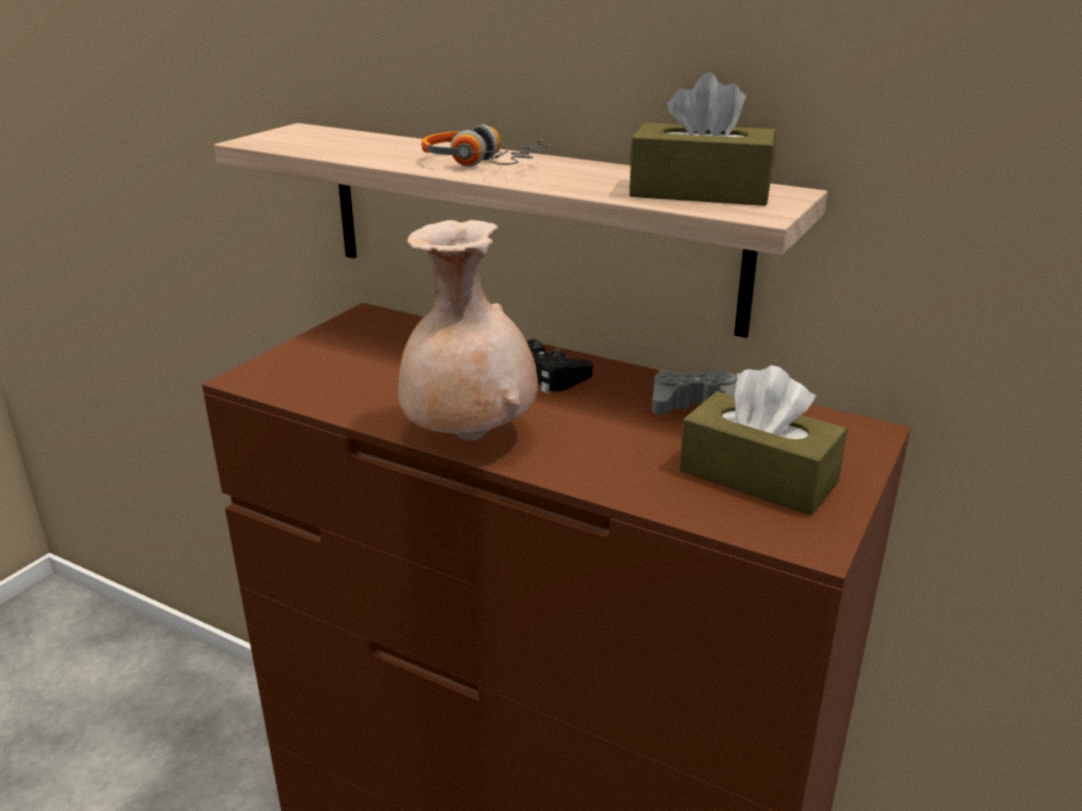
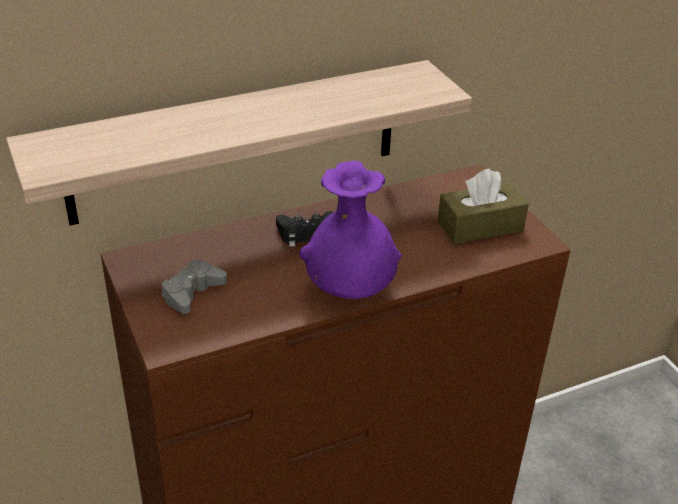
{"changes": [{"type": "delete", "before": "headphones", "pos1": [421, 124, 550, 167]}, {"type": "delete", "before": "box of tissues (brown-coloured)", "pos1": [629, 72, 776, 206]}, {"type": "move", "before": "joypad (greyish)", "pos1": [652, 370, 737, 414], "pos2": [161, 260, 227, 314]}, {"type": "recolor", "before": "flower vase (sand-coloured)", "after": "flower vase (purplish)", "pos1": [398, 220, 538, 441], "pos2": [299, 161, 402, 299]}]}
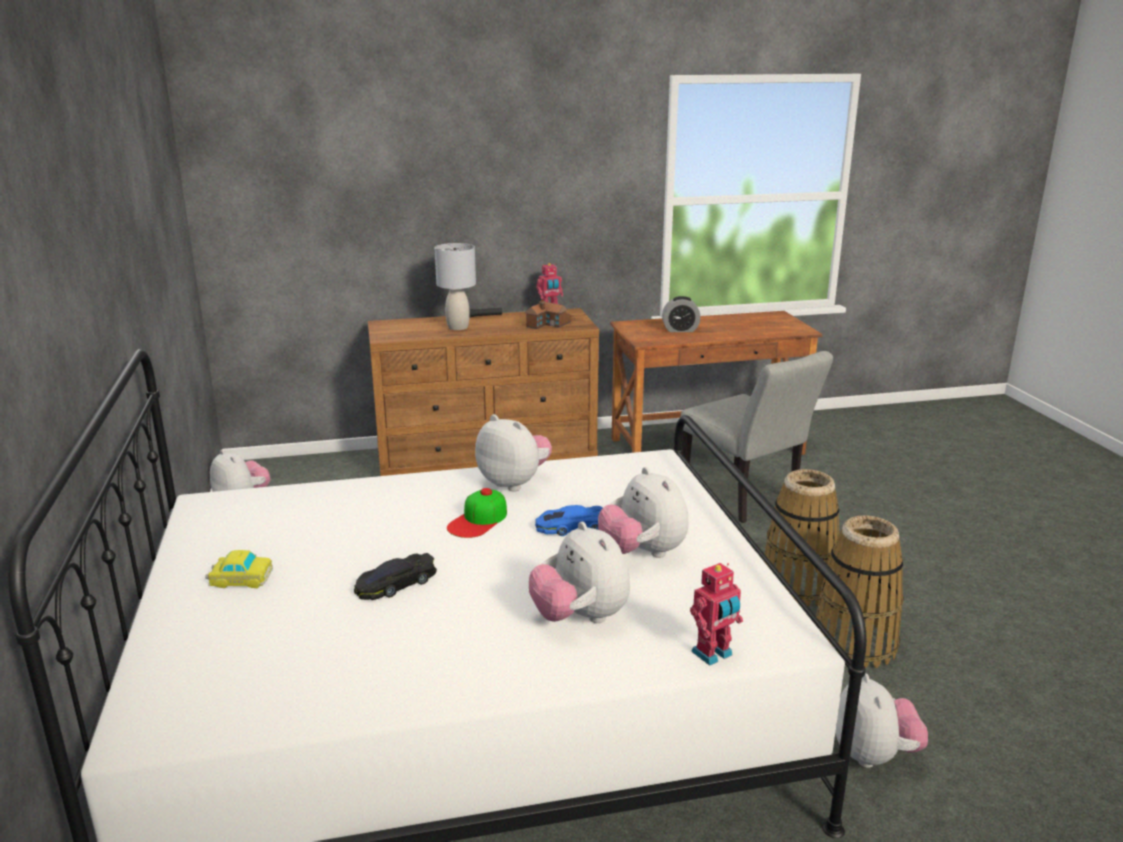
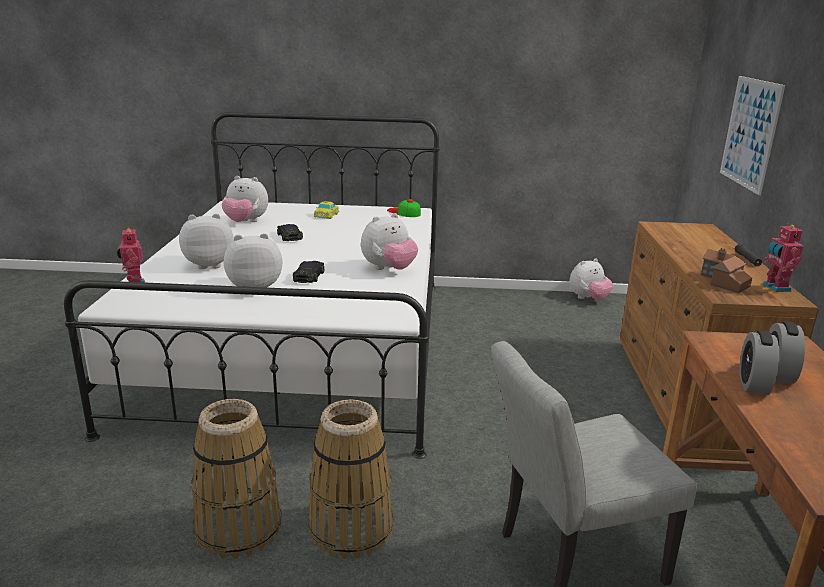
{"changes": [{"type": "delete", "before": "lamp for a table (greyish)", "pos1": [435, 243, 476, 330]}, {"type": "insert", "after": "wall art", "pos2": [720, 76, 785, 195]}, {"type": "insert", "after": "alarm clock", "pos2": [739, 330, 779, 395]}, {"type": "move", "before": "baseball cap", "pos1": [447, 488, 507, 538], "pos2": [387, 199, 421, 217]}, {"type": "move", "before": "cuddly toy", "pos1": [836, 673, 928, 768], "pos2": [222, 176, 268, 222]}, {"type": "recolor", "before": "model car (bluish)", "after": "model car (blackish)", "pos1": [535, 505, 602, 536], "pos2": [293, 261, 324, 283]}]}
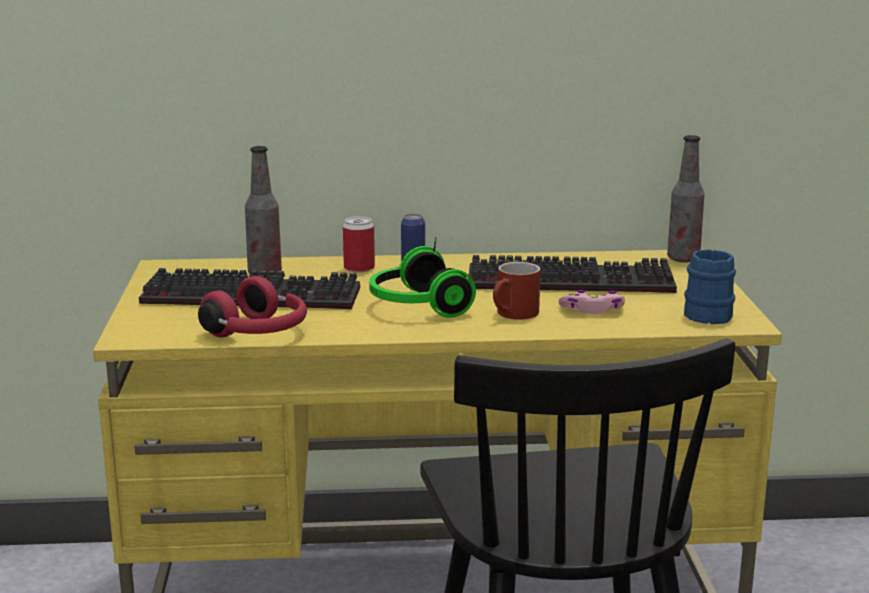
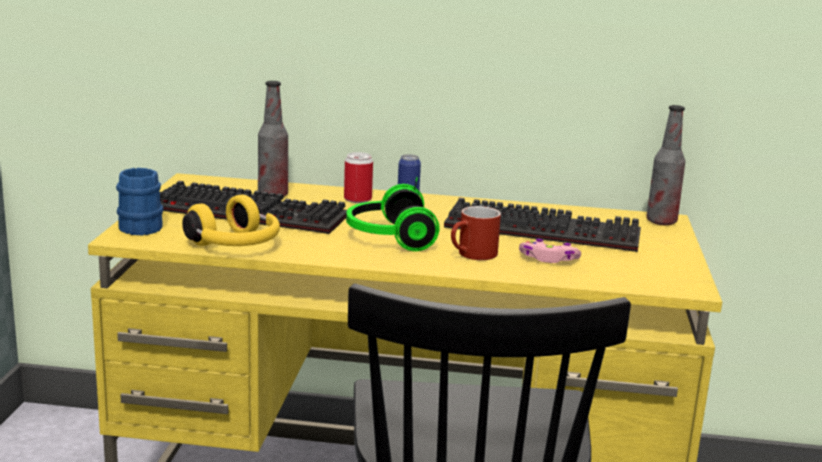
{"changes": [{"type": "move", "before": "coffee mug (bluish)", "pos1": [684, 249, 736, 324], "pos2": [116, 168, 163, 235]}, {"type": "recolor", "before": "headphones (reddish)", "after": "headphones (yellowish)", "pos1": [198, 276, 307, 337], "pos2": [182, 195, 280, 246]}]}
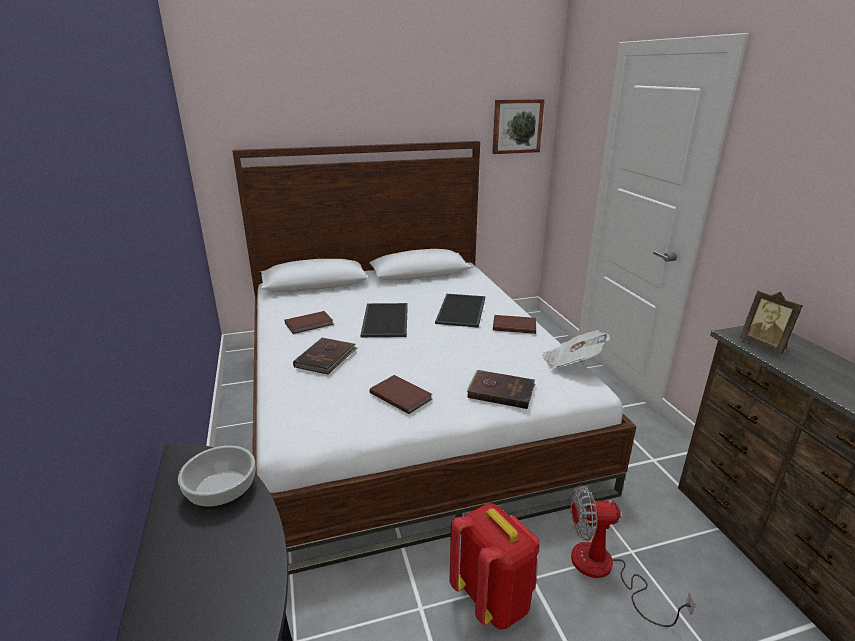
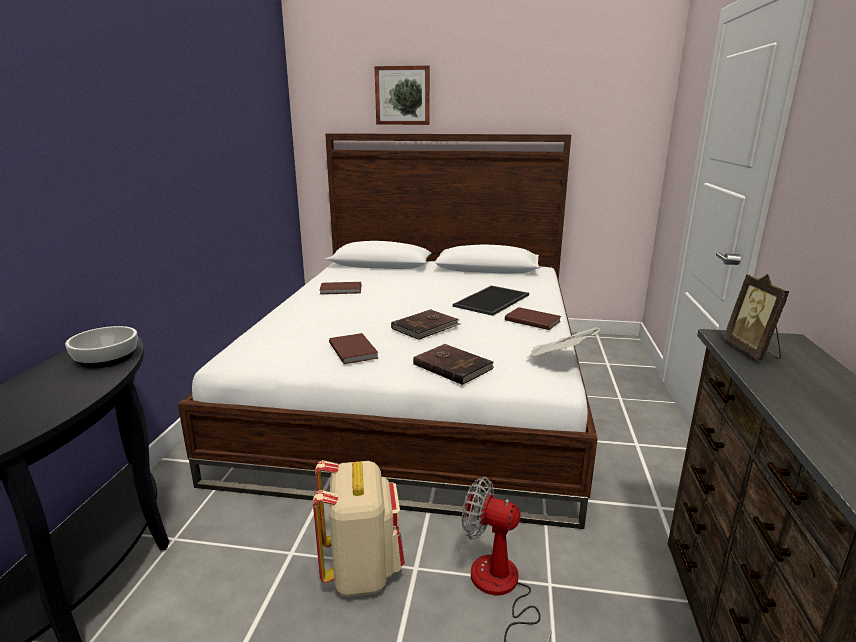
{"changes": [{"type": "delete", "before": "carrying tray", "pos1": [361, 303, 408, 337]}, {"type": "move", "before": "volume (brown-coloured)", "pos1": [293, 337, 357, 375], "pos2": [391, 309, 460, 340]}, {"type": "move", "before": "wall art", "pos1": [492, 99, 545, 154], "pos2": [375, 65, 430, 125]}, {"type": "recolor", "before": "knapsack (reddish)", "after": "knapsack (sand-coloured)", "pos1": [450, 503, 540, 630], "pos2": [313, 460, 405, 597]}]}
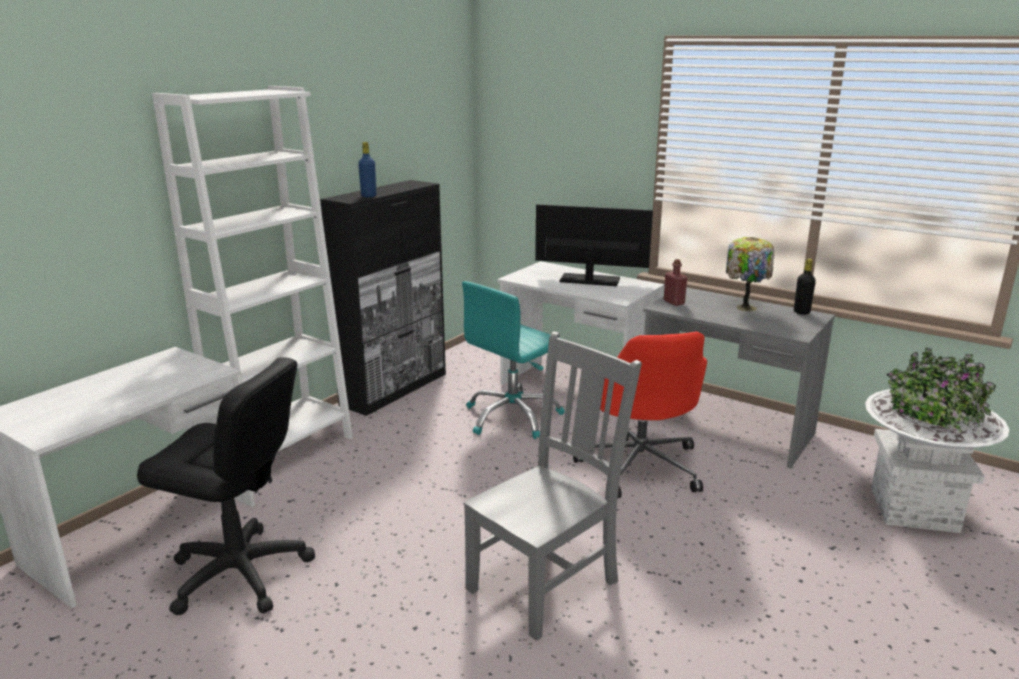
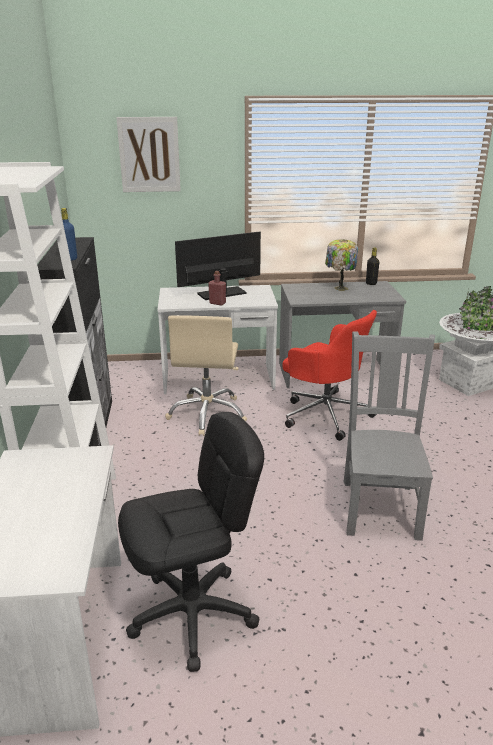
{"changes": [{"type": "insert", "after": "wall art", "pos2": [116, 117, 181, 192]}, {"type": "move", "before": "bottle (reddish)", "pos1": [664, 259, 687, 306], "pos2": [208, 271, 226, 306]}, {"type": "recolor", "before": "desk chair (turquoise-coloured)", "after": "desk chair (sand-coloured)", "pos1": [462, 281, 565, 439], "pos2": [165, 315, 247, 436]}]}
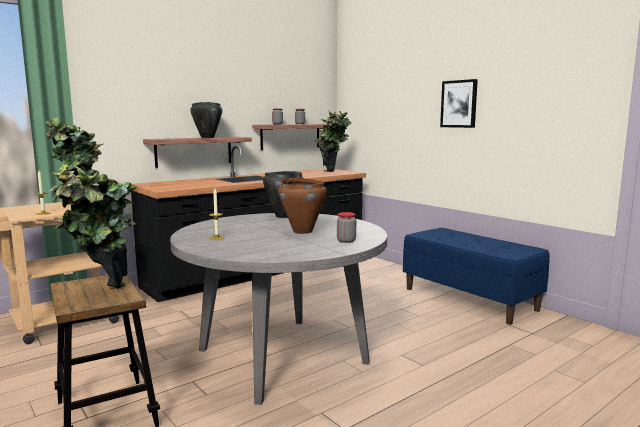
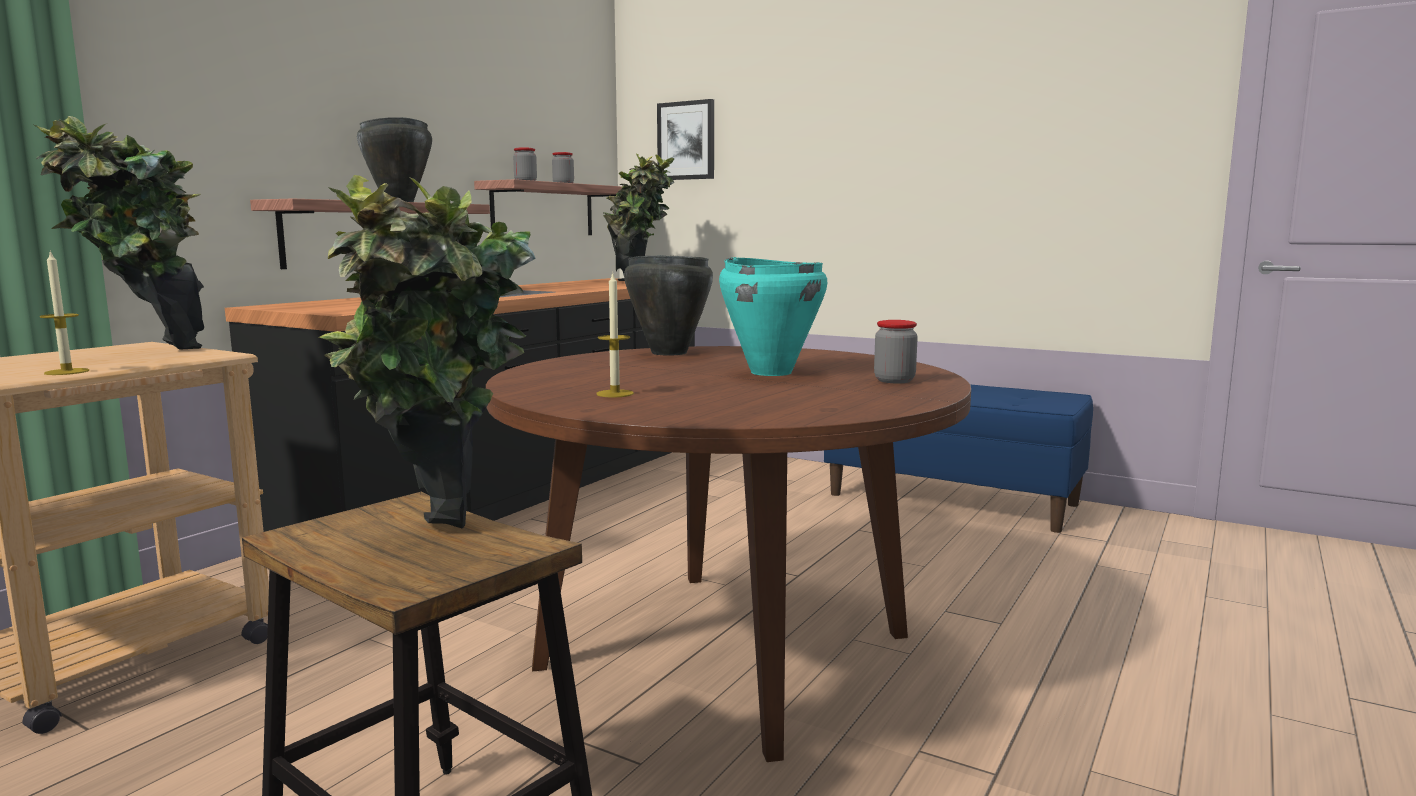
{"changes": [{"type": "move", "before": "wall art", "pos1": [440, 79, 478, 128], "pos2": [657, 99, 714, 180]}, {"type": "recolor", "before": "dinner table (greyish)", "after": "dinner table (brown-coloured)", "pos1": [170, 213, 387, 405], "pos2": [486, 346, 971, 762]}, {"type": "recolor", "before": "stockpot (brown-coloured)", "after": "stockpot (turquoise-coloured)", "pos1": [279, 178, 327, 234], "pos2": [719, 257, 827, 376]}]}
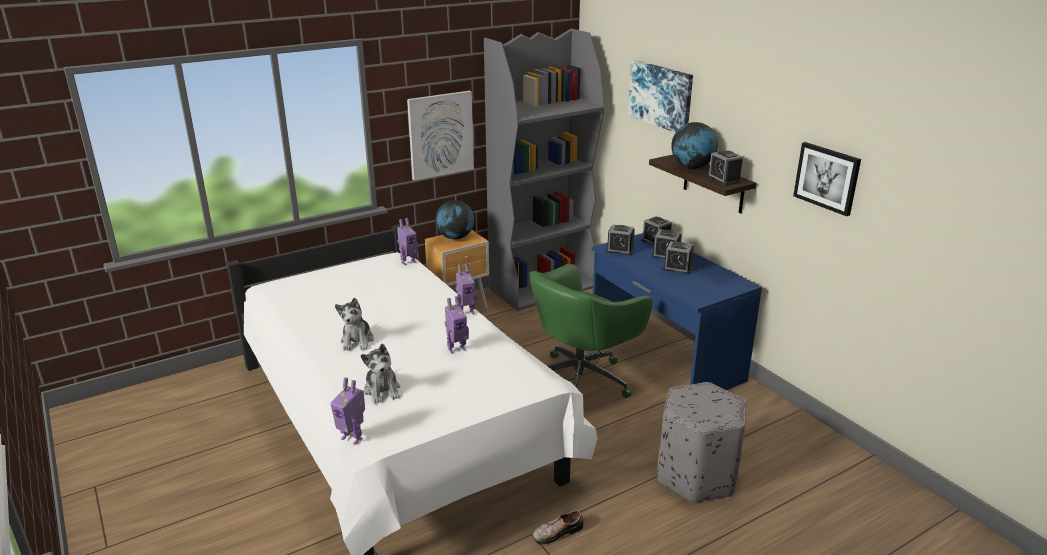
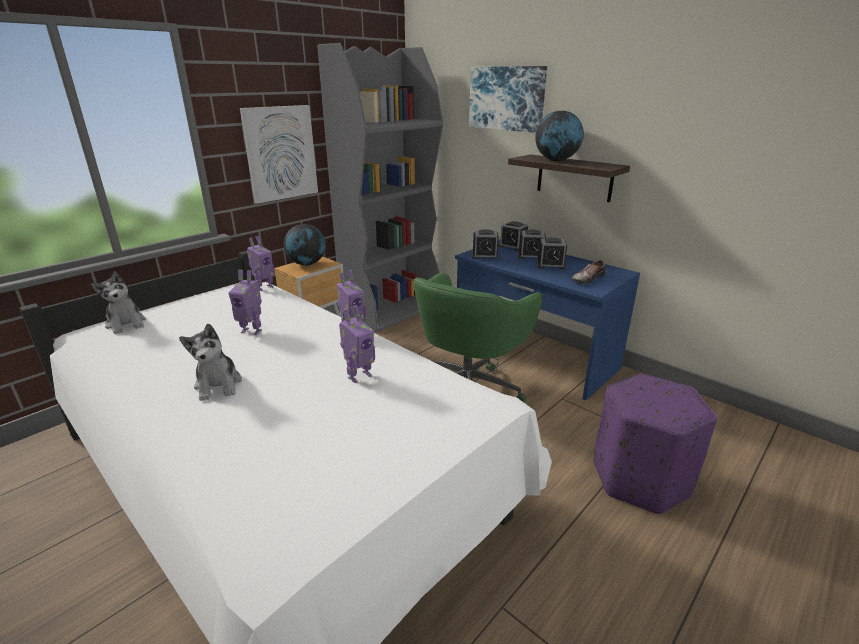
{"changes": [{"type": "delete", "before": "alarm clock", "pos1": [708, 150, 743, 185]}, {"type": "delete", "before": "wall art", "pos1": [793, 142, 861, 216]}, {"type": "move", "before": "toy robot", "pos1": [330, 378, 365, 445], "pos2": [229, 270, 262, 335]}, {"type": "move", "before": "cuddly toy", "pos1": [361, 343, 400, 404], "pos2": [91, 271, 146, 334]}, {"type": "move", "before": "item of footwear", "pos1": [533, 510, 583, 545], "pos2": [571, 260, 606, 284]}, {"type": "recolor", "before": "footrest (greyish)", "after": "footrest (purplish)", "pos1": [658, 382, 747, 503], "pos2": [594, 373, 717, 515]}]}
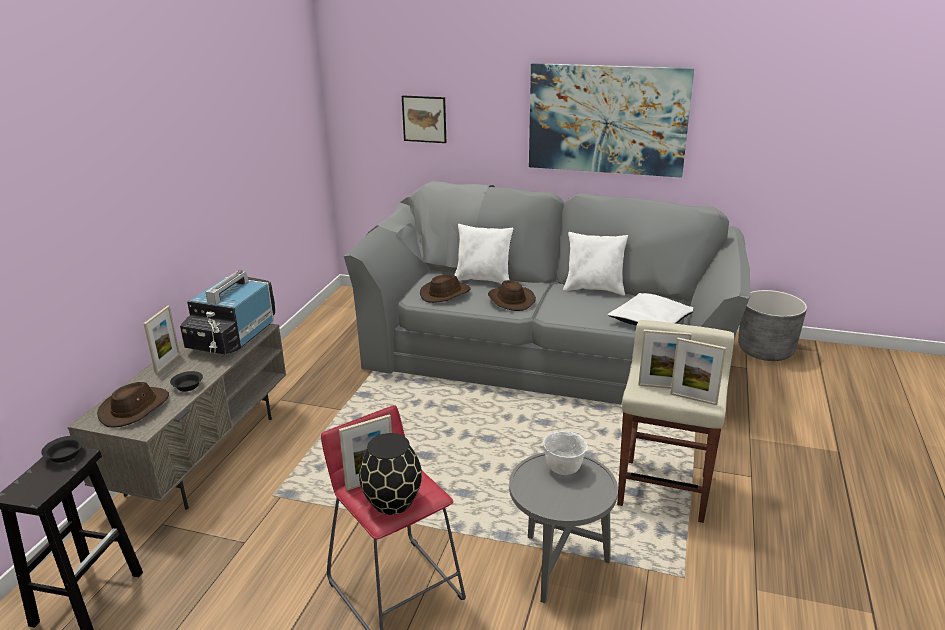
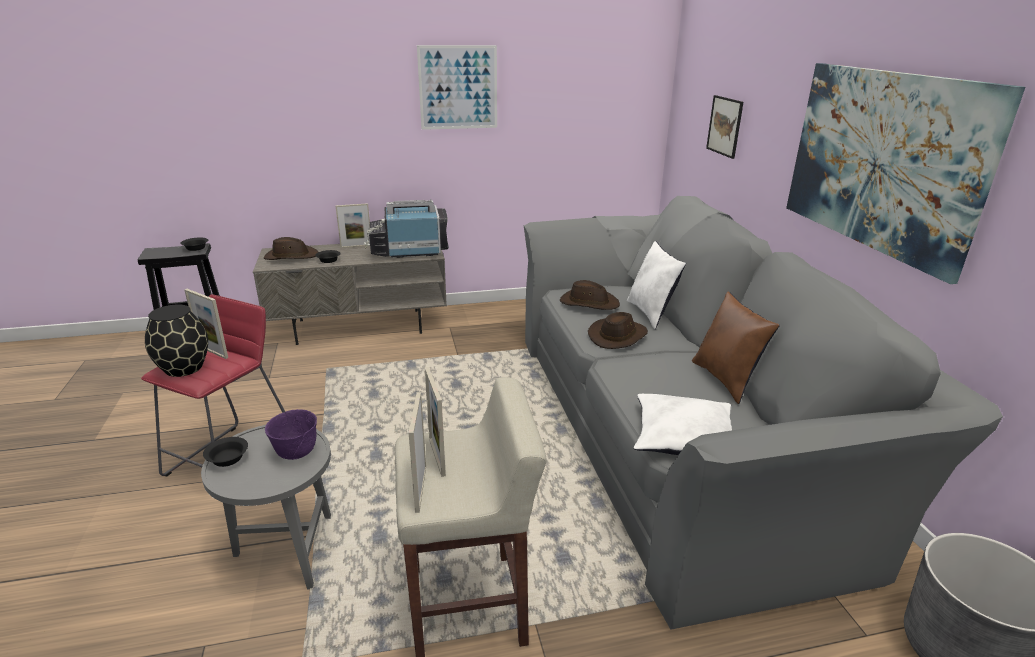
{"changes": [{"type": "insert", "after": "serving bowl (blackish)", "pos2": [203, 437, 248, 467]}, {"type": "insert", "after": "wall art", "pos2": [417, 45, 497, 130]}, {"type": "recolor", "before": "serving bowl (white-coloured)", "after": "serving bowl (purplish)", "pos1": [543, 431, 588, 475], "pos2": [265, 409, 317, 460]}, {"type": "recolor", "before": "pillow (white-coloured)", "after": "pillow (brown-coloured)", "pos1": [563, 232, 628, 296], "pos2": [692, 291, 780, 404]}]}
